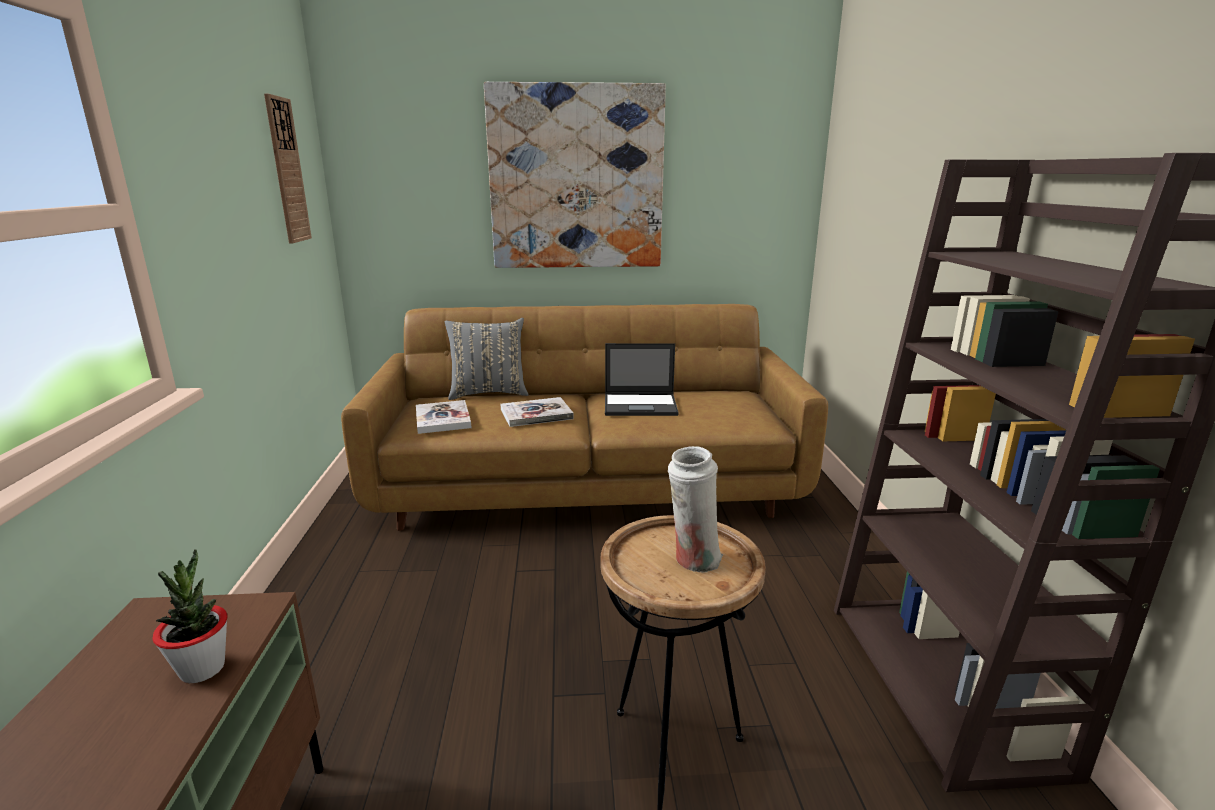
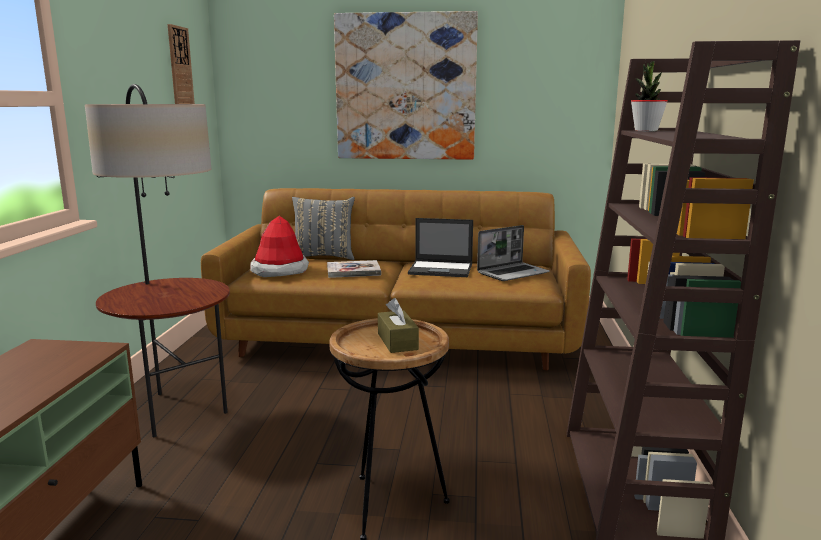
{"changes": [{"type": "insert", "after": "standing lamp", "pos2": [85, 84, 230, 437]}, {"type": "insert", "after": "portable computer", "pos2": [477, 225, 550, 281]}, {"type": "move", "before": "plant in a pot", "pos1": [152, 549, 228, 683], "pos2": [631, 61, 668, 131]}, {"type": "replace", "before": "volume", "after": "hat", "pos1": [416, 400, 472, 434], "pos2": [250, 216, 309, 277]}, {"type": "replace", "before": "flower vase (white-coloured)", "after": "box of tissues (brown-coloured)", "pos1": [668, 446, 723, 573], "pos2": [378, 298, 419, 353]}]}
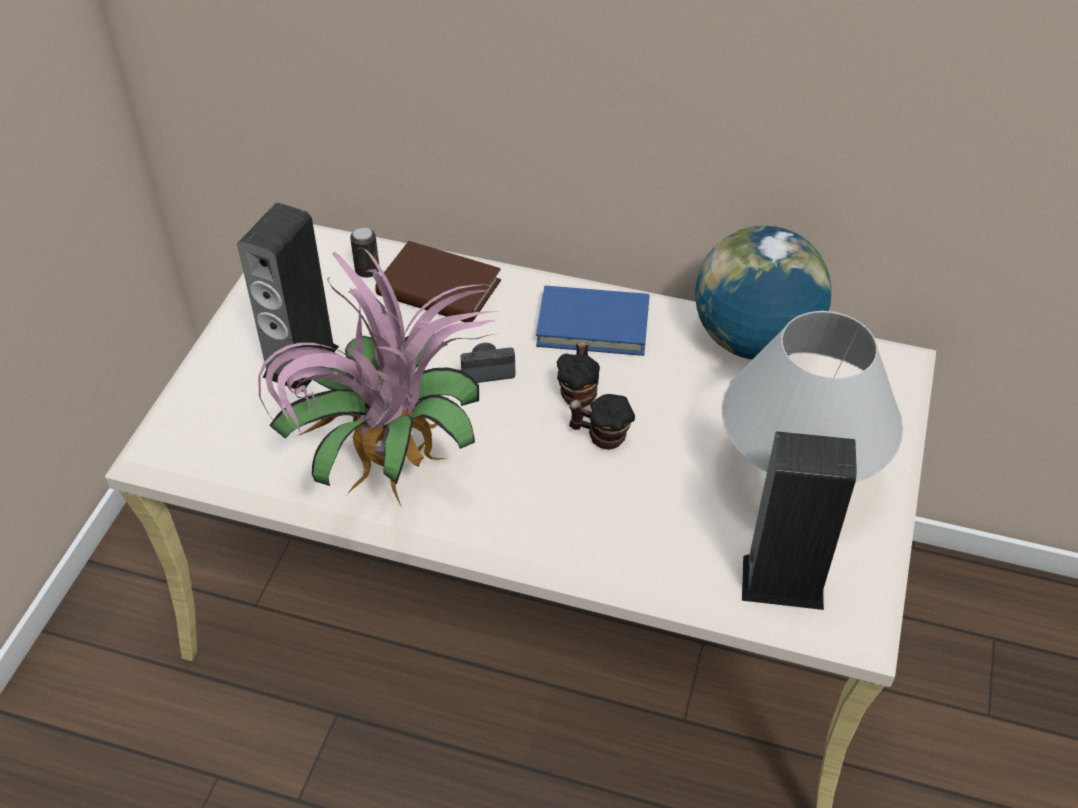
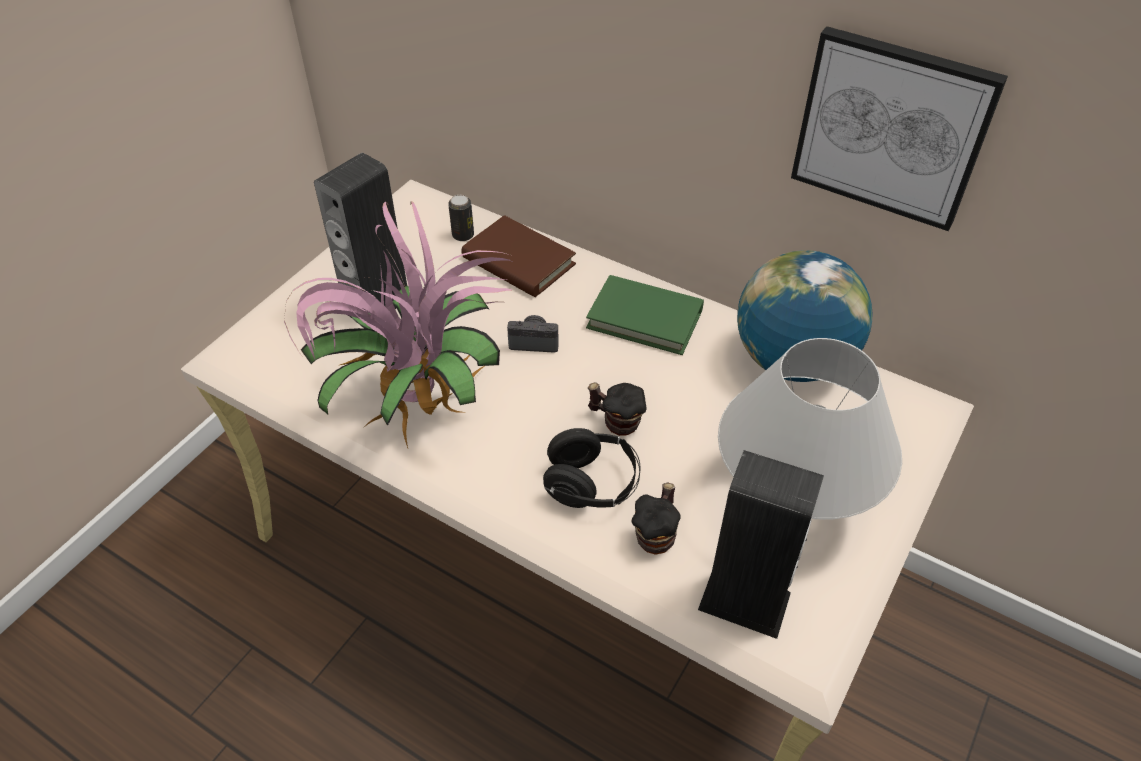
{"changes": [{"type": "insert", "after": "headphones (blackish)", "pos2": [543, 428, 640, 508]}, {"type": "insert", "after": "wall art", "pos2": [791, 26, 1008, 231]}, {"type": "move", "before": "coffee mug", "pos1": [557, 342, 600, 408], "pos2": [631, 482, 681, 555]}, {"type": "recolor", "before": "volume (bluish)", "after": "volume (greenish)", "pos1": [536, 286, 650, 356], "pos2": [586, 275, 704, 355]}]}
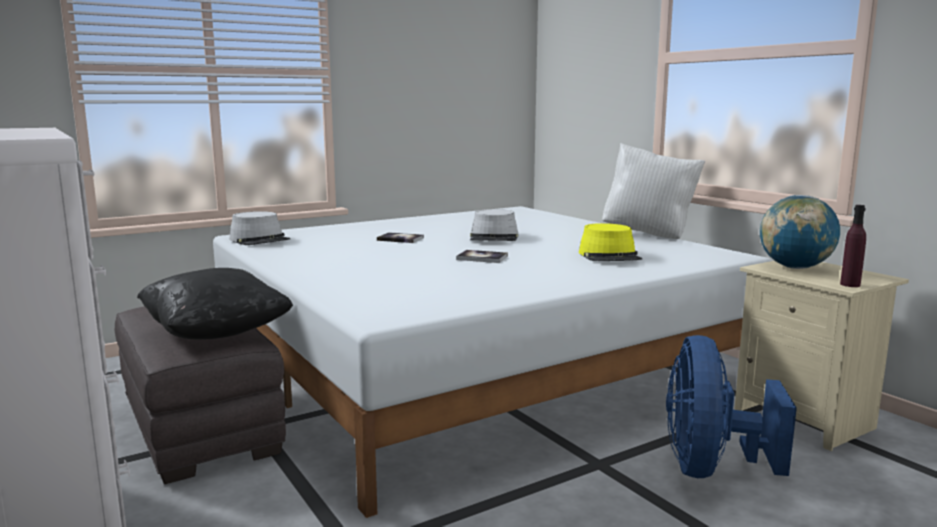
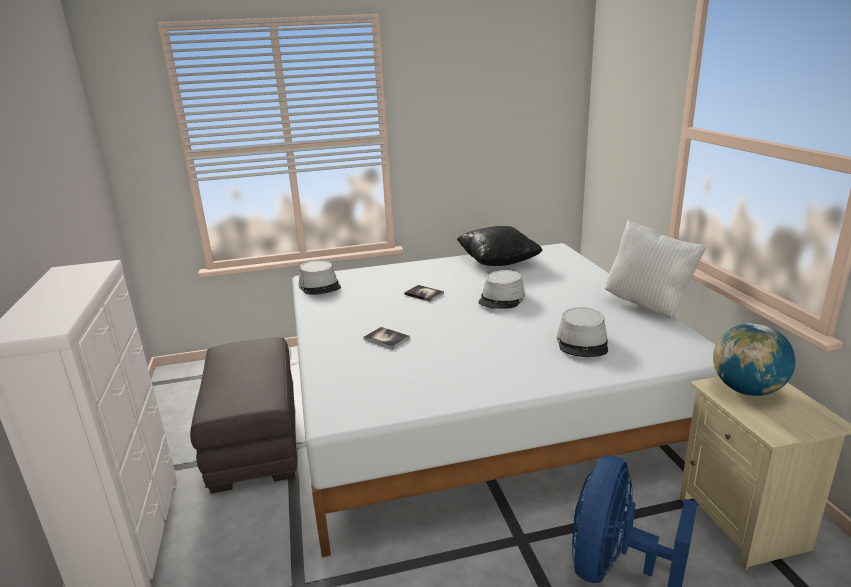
{"changes": [{"type": "delete", "before": "bottle (purplish)", "pos1": [840, 205, 866, 287]}, {"type": "move", "before": "pillow (blackish)", "pos1": [137, 268, 293, 339], "pos2": [457, 226, 543, 266]}, {"type": "move", "before": "volume", "pos1": [456, 250, 508, 263], "pos2": [364, 327, 410, 350]}, {"type": "recolor", "before": "hat (yellowish)", "after": "hat (greyish)", "pos1": [579, 223, 642, 261], "pos2": [557, 307, 608, 357]}]}
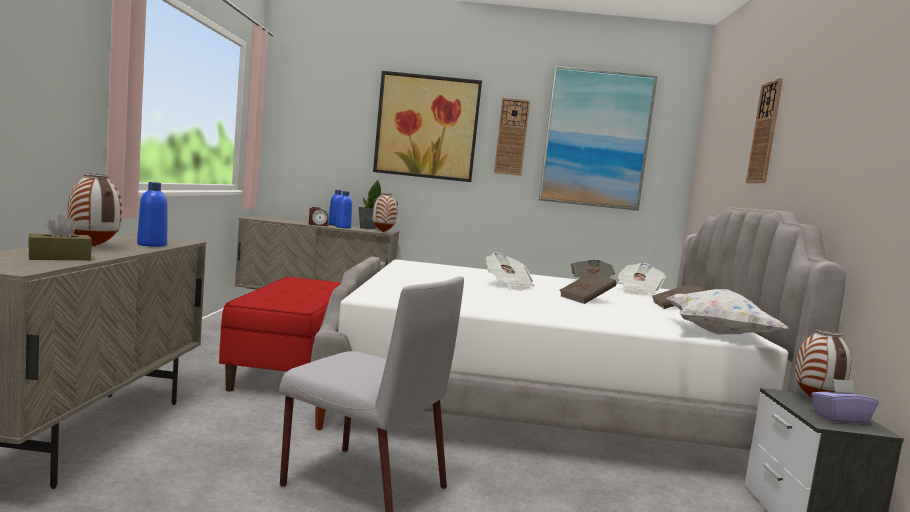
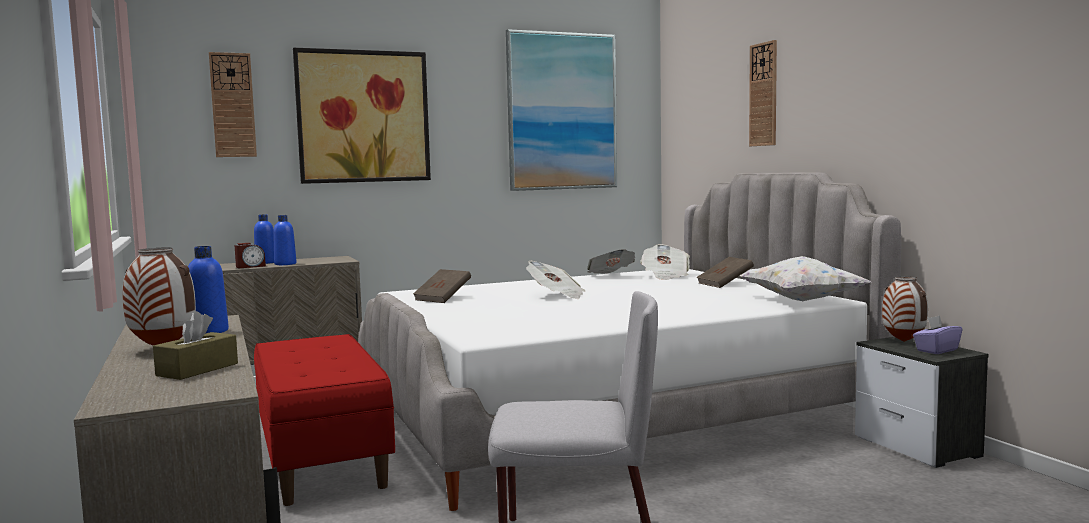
{"changes": [{"type": "delete", "before": "plant in a pot", "pos1": [358, 180, 381, 229]}, {"type": "delete", "before": "flower vase", "pos1": [372, 193, 398, 232]}, {"type": "move", "before": "hanging clock", "pos1": [494, 98, 530, 176], "pos2": [209, 52, 257, 157]}, {"type": "move", "before": "volume (brown-coloured)", "pos1": [560, 273, 617, 304], "pos2": [413, 269, 471, 303]}]}
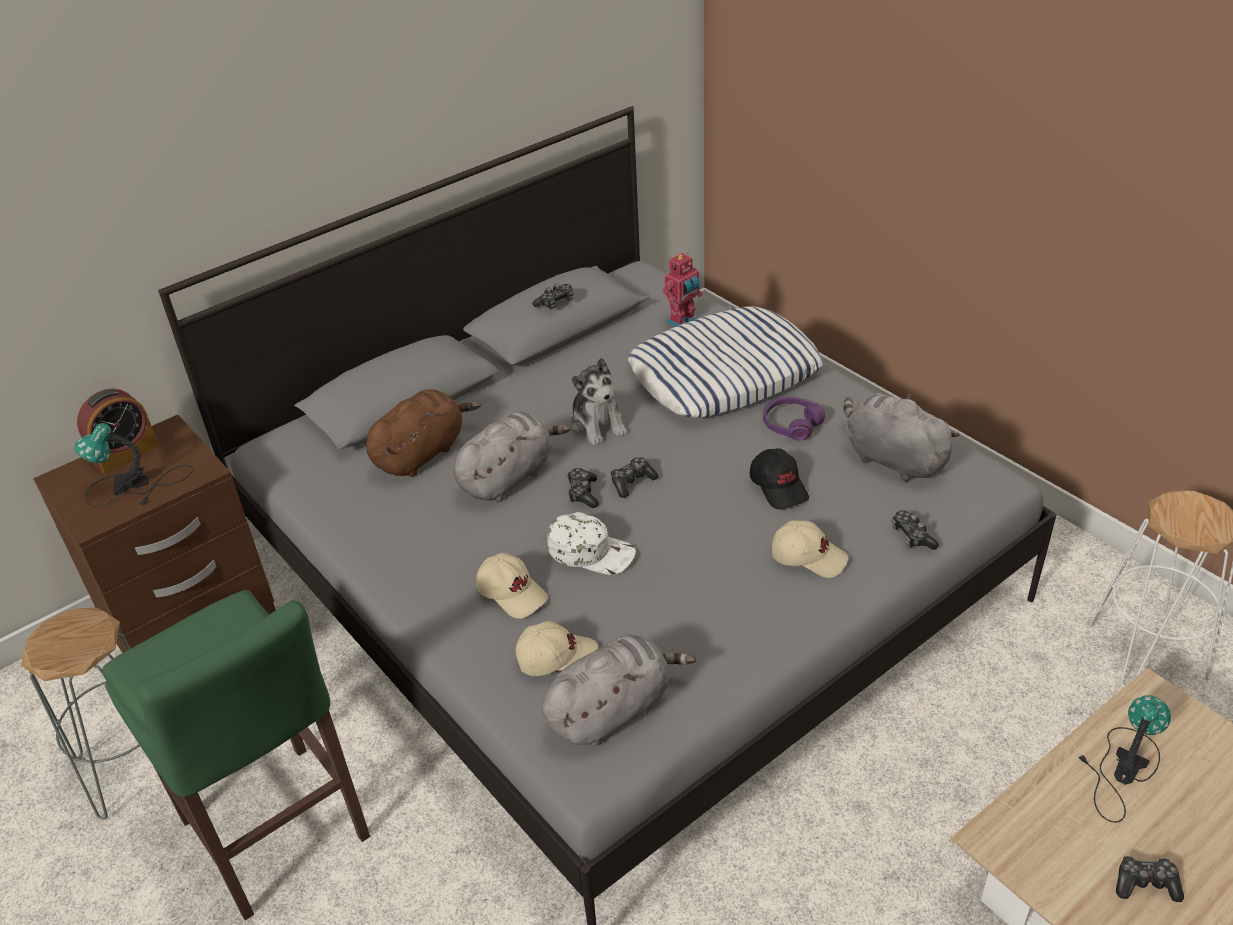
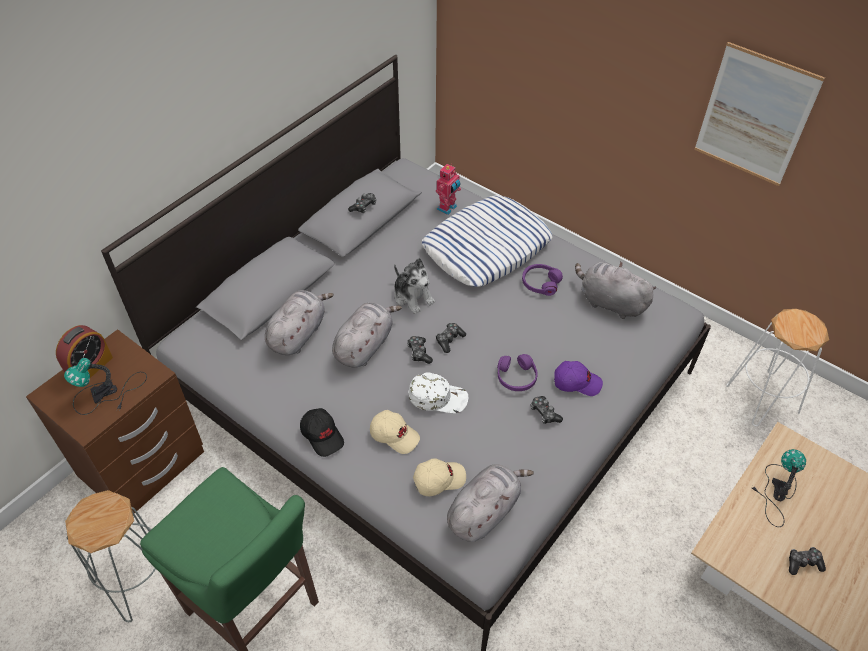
{"changes": [{"type": "insert", "after": "headphones (purplish)", "pos2": [497, 354, 538, 391]}, {"type": "insert", "after": "wall art", "pos2": [694, 42, 825, 186]}, {"type": "move", "before": "baseball cap (blackish)", "pos1": [750, 448, 809, 510], "pos2": [300, 408, 344, 457]}, {"type": "move", "before": "joypad", "pos1": [891, 510, 939, 550], "pos2": [531, 396, 563, 424]}, {"type": "recolor", "before": "cuddly toy (brown-coloured)", "after": "cuddly toy (greyish)", "pos1": [366, 389, 481, 477], "pos2": [265, 290, 334, 355]}, {"type": "recolor", "before": "baseball cap (sand-coloured)", "after": "baseball cap (purplish)", "pos1": [772, 520, 848, 578], "pos2": [554, 361, 603, 396]}]}
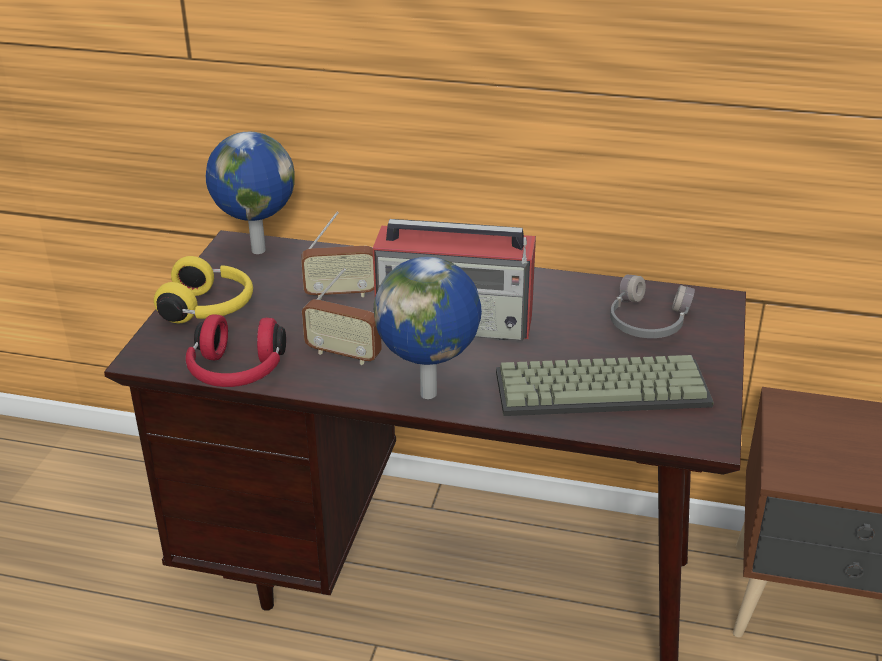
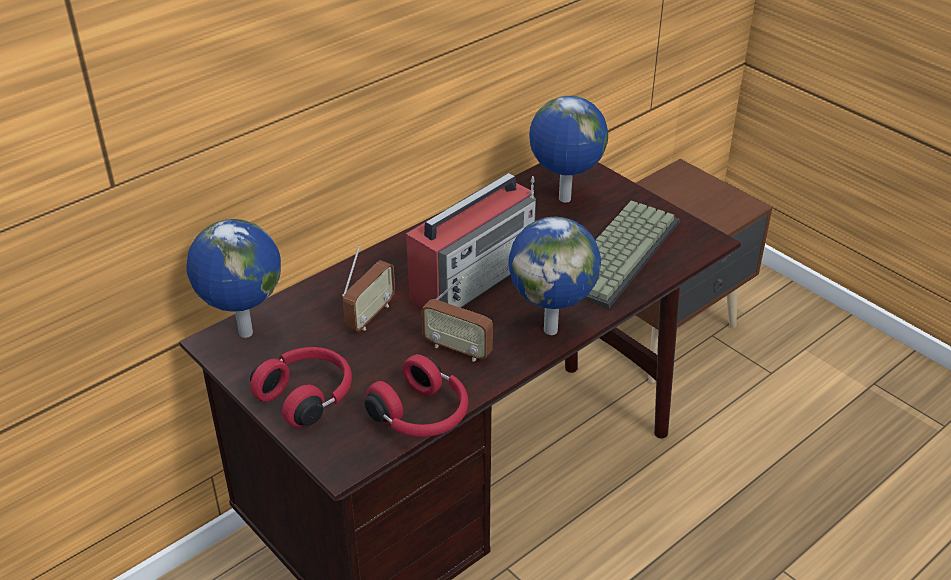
{"changes": [{"type": "replace", "before": "headphones (greyish)", "after": "globe", "pos1": [610, 275, 695, 338], "pos2": [529, 96, 608, 203]}, {"type": "recolor", "before": "headphones (yellowish)", "after": "headphones (reddish)", "pos1": [154, 256, 253, 323], "pos2": [250, 347, 352, 427]}, {"type": "rotate", "before": "radio", "pos1": [302, 268, 382, 365], "pos2": [422, 276, 493, 362], "turn": 60}]}
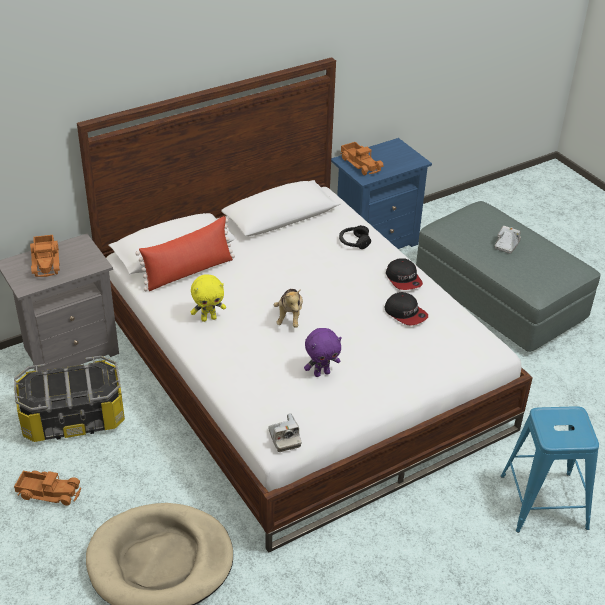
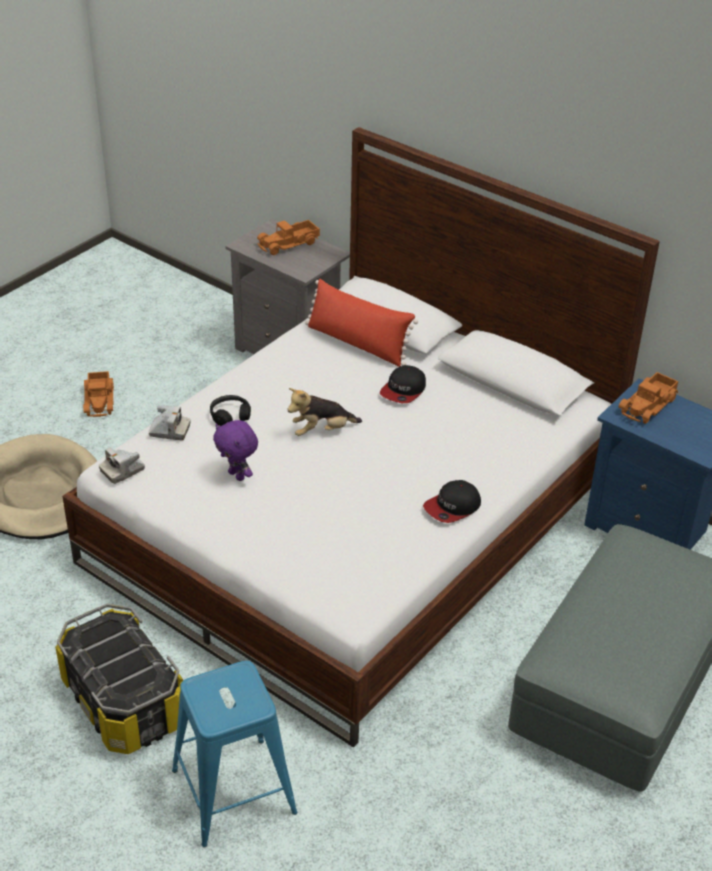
{"changes": [{"type": "delete", "before": "cuddly toy (yellowish)", "pos1": [191, 274, 226, 322]}, {"type": "move", "before": "storage container", "pos1": [14, 356, 125, 442], "pos2": [55, 604, 183, 754]}, {"type": "move", "before": "headphones (blackish)", "pos1": [339, 225, 371, 249], "pos2": [210, 395, 251, 426]}, {"type": "move", "before": "baseball cap", "pos1": [384, 292, 428, 326], "pos2": [380, 365, 426, 403]}, {"type": "move", "before": "photo camera", "pos1": [494, 226, 521, 254], "pos2": [148, 405, 191, 440]}]}
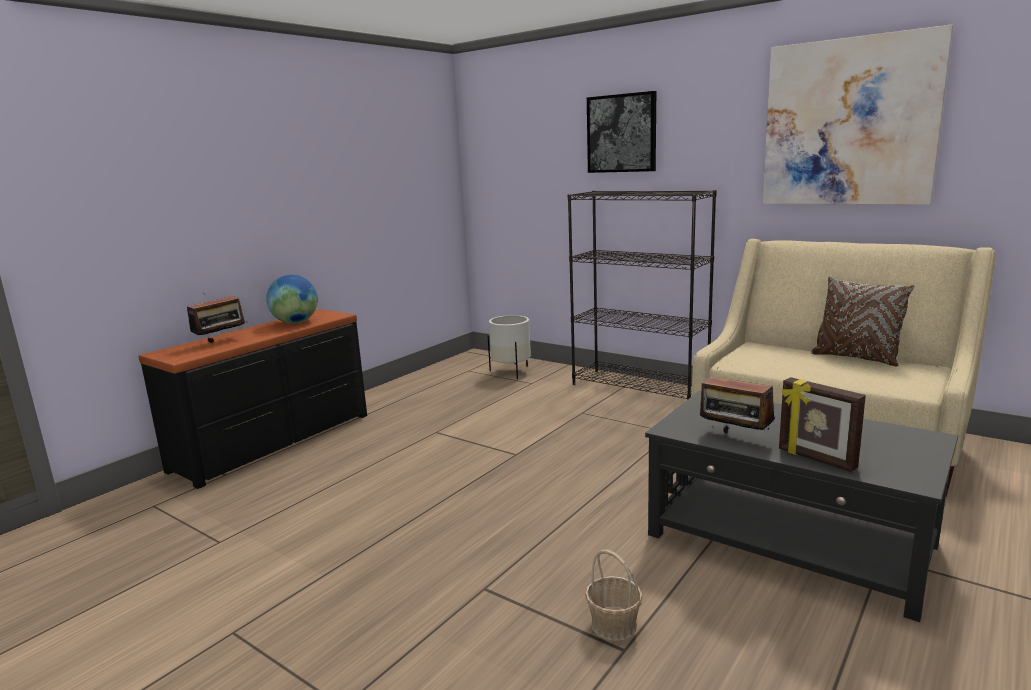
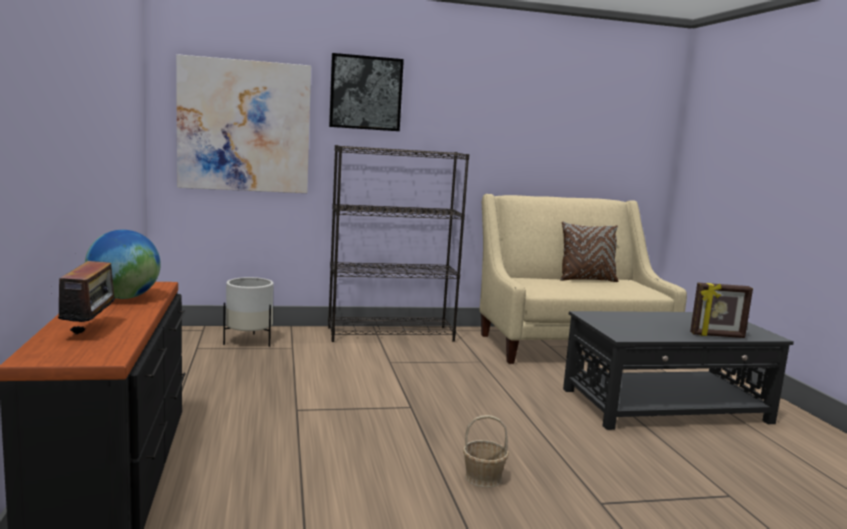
{"changes": [{"type": "delete", "before": "radio", "pos1": [700, 377, 775, 433]}, {"type": "move", "before": "basket", "pos1": [585, 550, 643, 641], "pos2": [463, 415, 509, 488]}, {"type": "move", "before": "wall art", "pos1": [763, 25, 953, 205], "pos2": [176, 54, 311, 193]}]}
